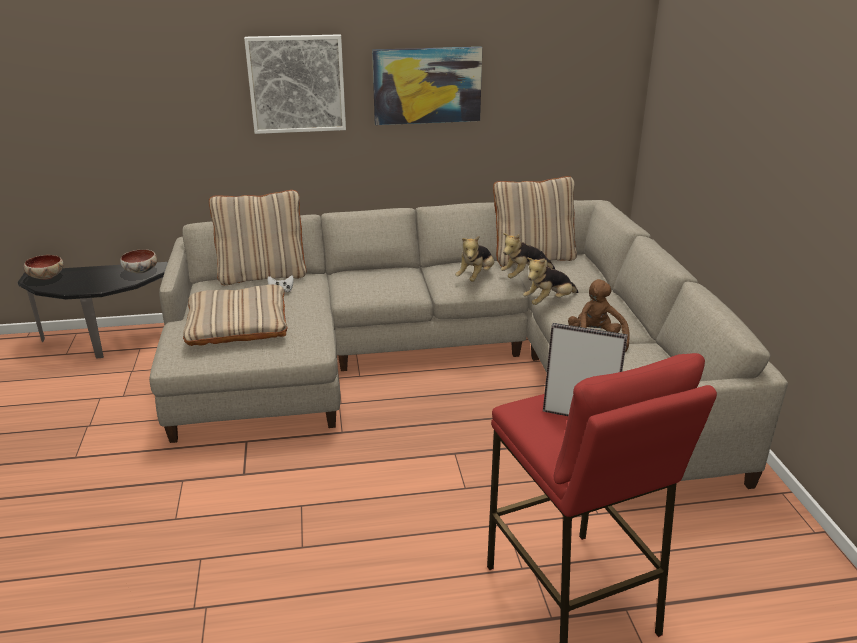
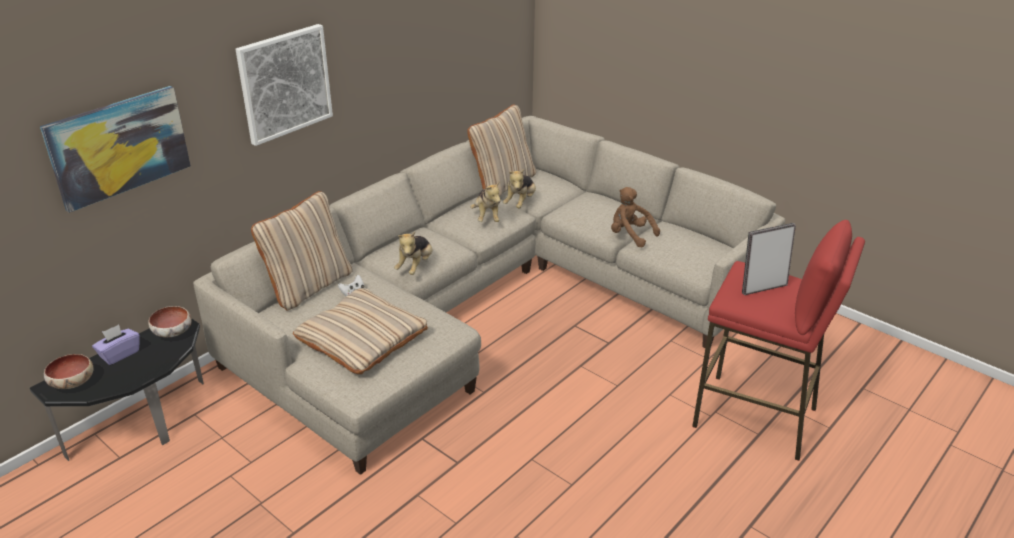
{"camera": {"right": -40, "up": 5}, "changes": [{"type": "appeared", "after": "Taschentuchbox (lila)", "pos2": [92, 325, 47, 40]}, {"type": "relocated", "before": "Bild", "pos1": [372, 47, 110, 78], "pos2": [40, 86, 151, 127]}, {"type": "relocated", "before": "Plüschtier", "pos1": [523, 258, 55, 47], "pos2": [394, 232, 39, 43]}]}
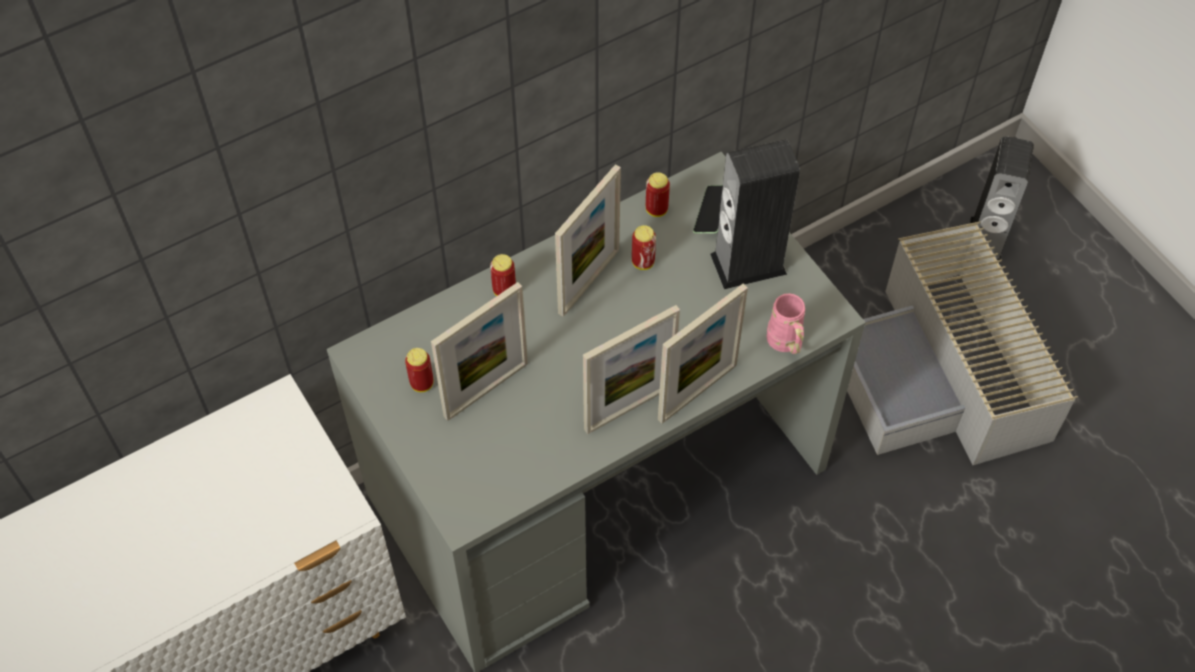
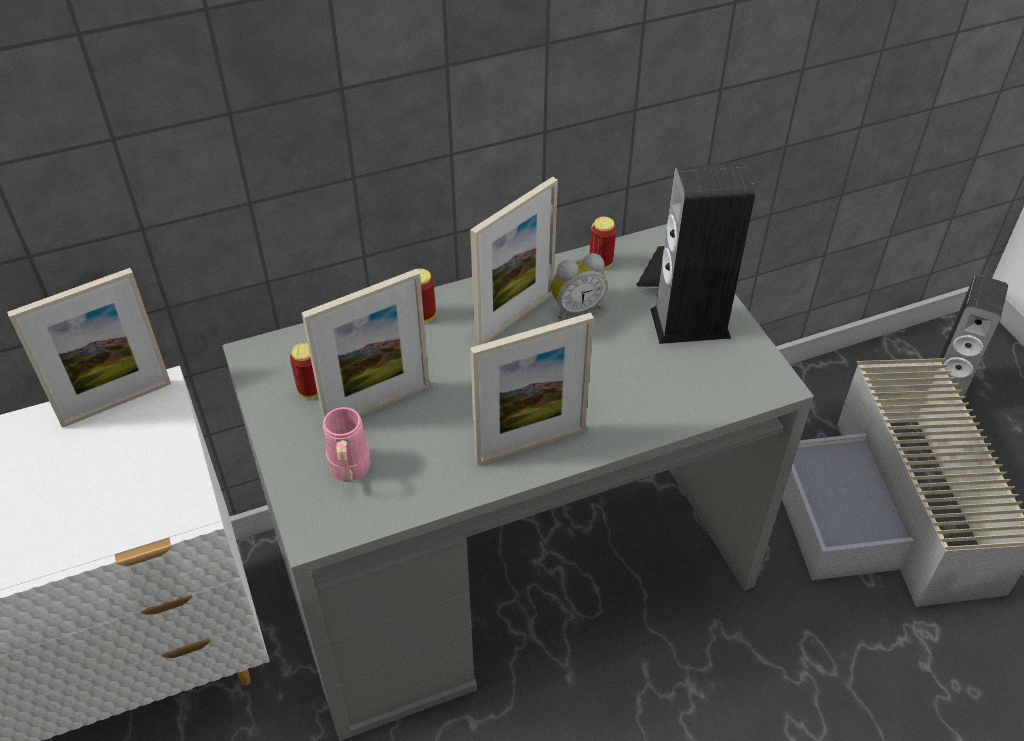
{"camera": {"right": 10, "up": -10}, "changes": [{"type": "relocated", "before": "Bilderrahmen", "pos1": [658, 284, 90, 139], "pos2": [7, 268, 164, 160]}, {"type": "relocated", "before": "Henkelbecher (rosa)", "pos1": [766, 293, 39, 61], "pos2": [323, 407, 48, 75]}, {"type": "exchanged", "before": "Dose", "after": "Wecker", "pos1": [632, 225, 24, 45], "pos2": [551, 253, 57, 66]}]}
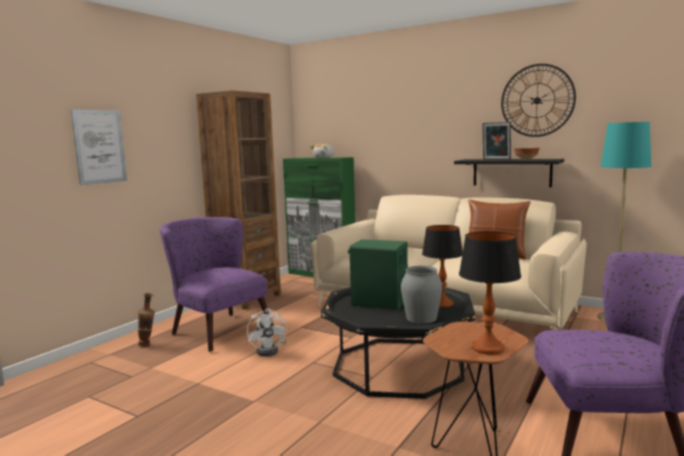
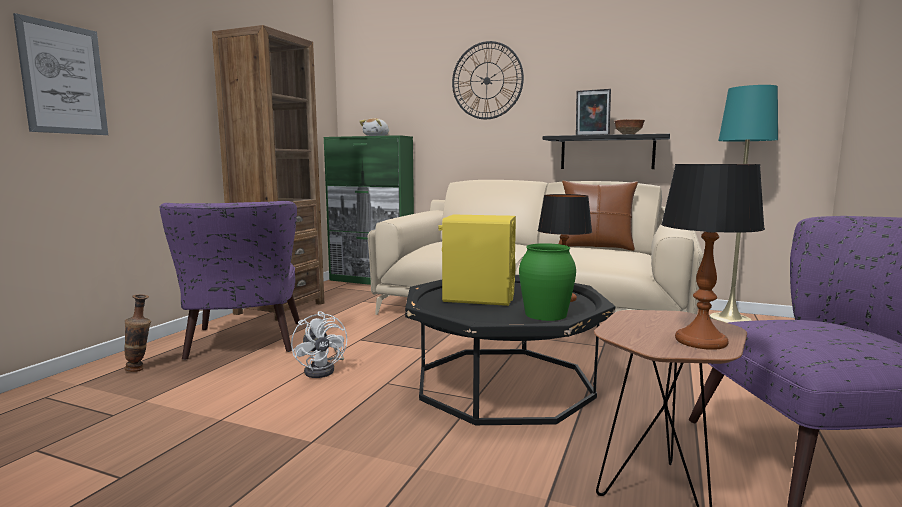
{"camera": {"right": -10, "up": 0}, "changes": [{"type": "relocated", "before": "Wanduhr", "pos1": [501, 64, 75, 73], "pos2": [452, 41, 72, 78]}, {"type": "colour", "before": "Lautsprecher (grün)", "after": "Lautsprecher (gelb)", "pos1": [348, 239, 60, 71], "pos2": [438, 215, 78, 91]}, {"type": "colour", "before": "Vase (grau)", "after": "Vase (grün)", "pos1": [401, 266, 41, 58], "pos2": [519, 243, 57, 78]}, {"type": "spun", "before": "Sessel (lila)", "pos1": [160, 217, 114, 135], "pos2": [160, 201, 140, 159], "turn": -135}]}
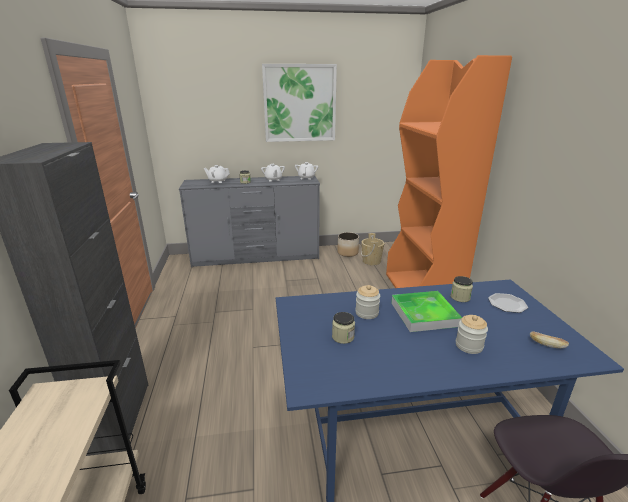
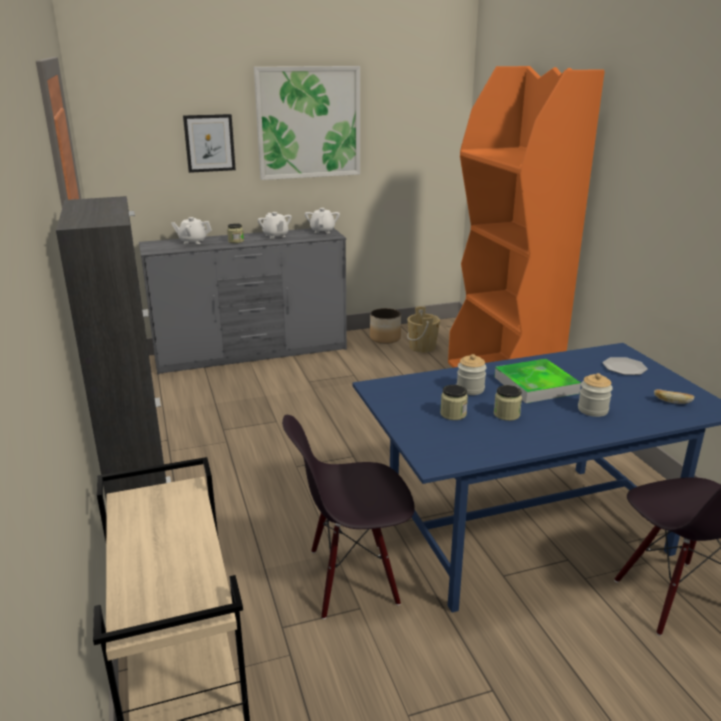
{"camera": {"right": -10, "up": 0}, "changes": [{"type": "appeared", "after": "Bild", "pos2": [183, 114, 53, 59]}, {"type": "appeared", "after": "Stuhl (schwarz)", "pos2": [282, 415, 133, 204]}, {"type": "relocated", "before": "Vorratsglas", "pos1": [451, 276, 22, 26], "pos2": [494, 385, 28, 36]}]}
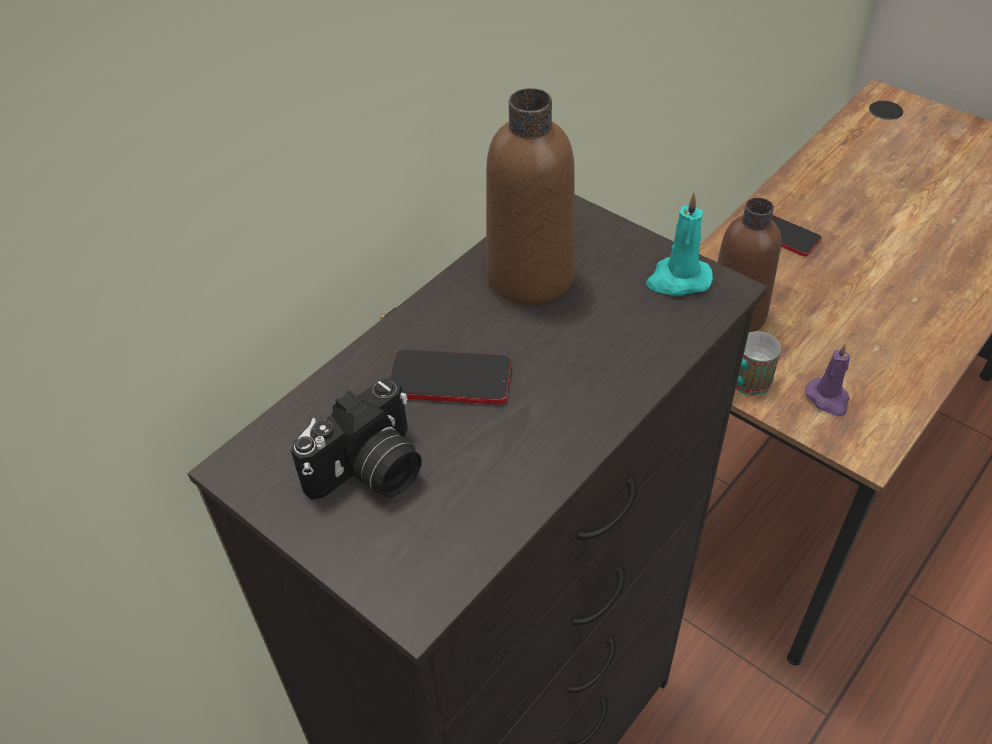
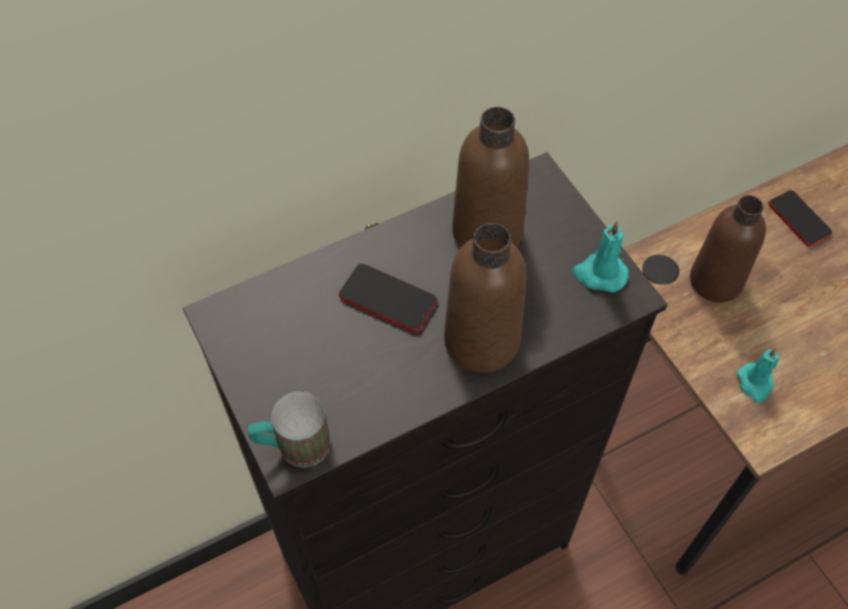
{"camera": {"right": 20, "up": 10}, "changes": [{"type": "missing", "before": "Kamera", "pos1": [291, 378, 131, 122]}, {"type": "appeared", "after": "Flasche (braun)", "pos2": [444, 223, 83, 150]}, {"type": "relocated", "before": "Henkelbecher", "pos1": [736, 331, 45, 65], "pos2": [247, 392, 84, 75]}, {"type": "colour", "before": "Kerze (lila)", "after": "Kerze (türkis)", "pos1": [805, 343, 45, 73], "pos2": [737, 348, 42, 55]}]}
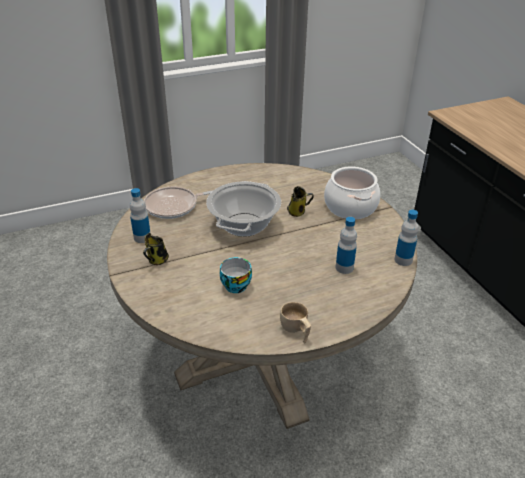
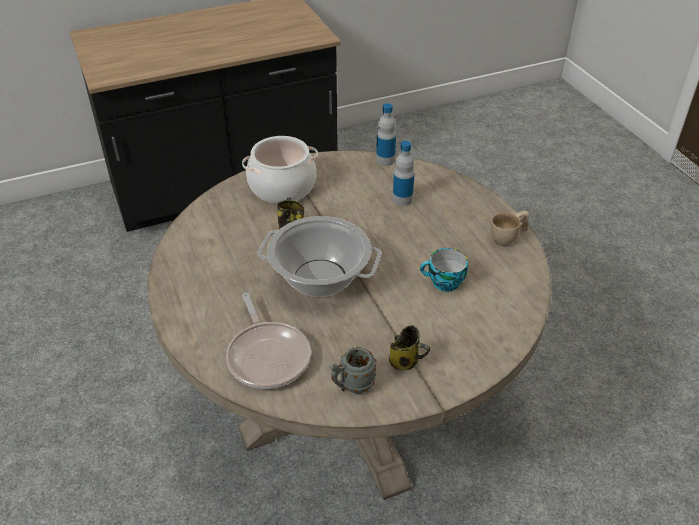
{"camera": {"right": -90, "up": 5}, "changes": [{"type": "exchanged", "before": "Flasche", "after": "Henkelbecher (grau)", "pos1": [130, 188, 20, 55], "pos2": [330, 347, 47, 47]}]}
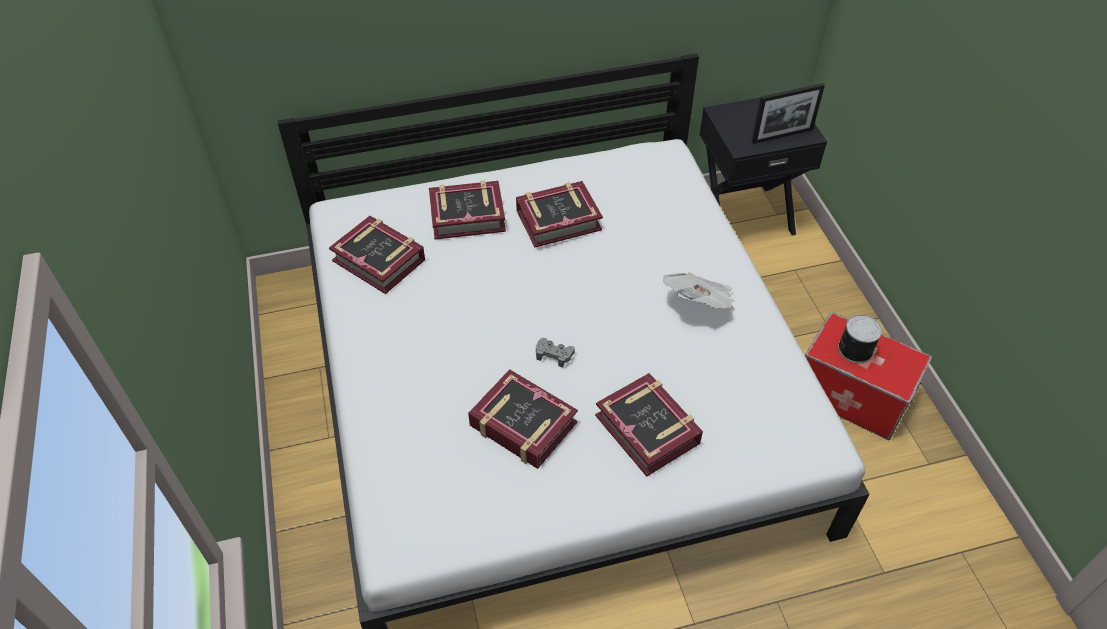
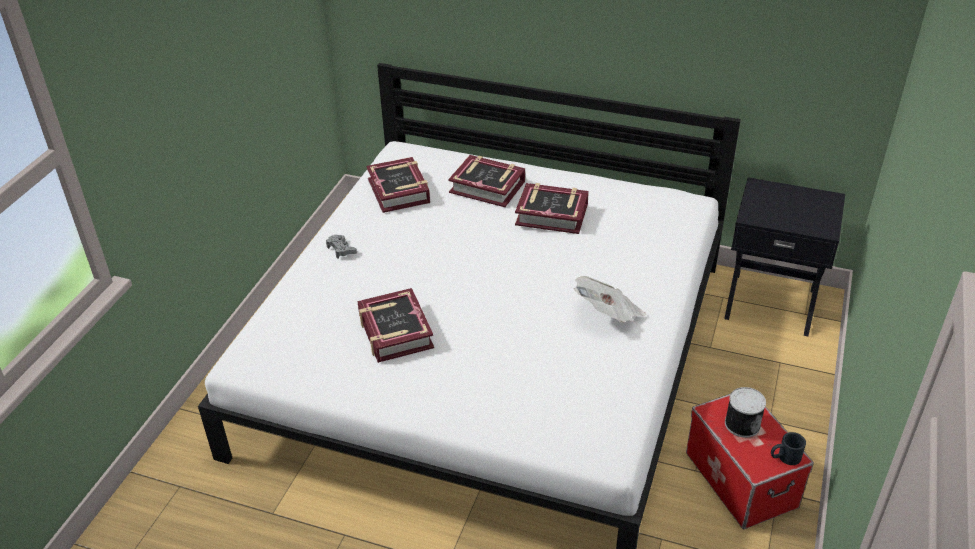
{"camera": {"right": 35, "up": -10}, "changes": [{"type": "missing", "before": "Buch", "pos1": [595, 373, 108, 104]}, {"type": "missing", "before": "Bilderrahmen", "pos1": [752, 83, 73, 61]}, {"type": "appeared", "after": "Henkelbecher (schwarz)", "pos2": [771, 432, 35, 33]}, {"type": "relocated", "before": "Gamepad (grau)", "pos1": [536, 338, 39, 30], "pos2": [326, 235, 31, 24]}]}
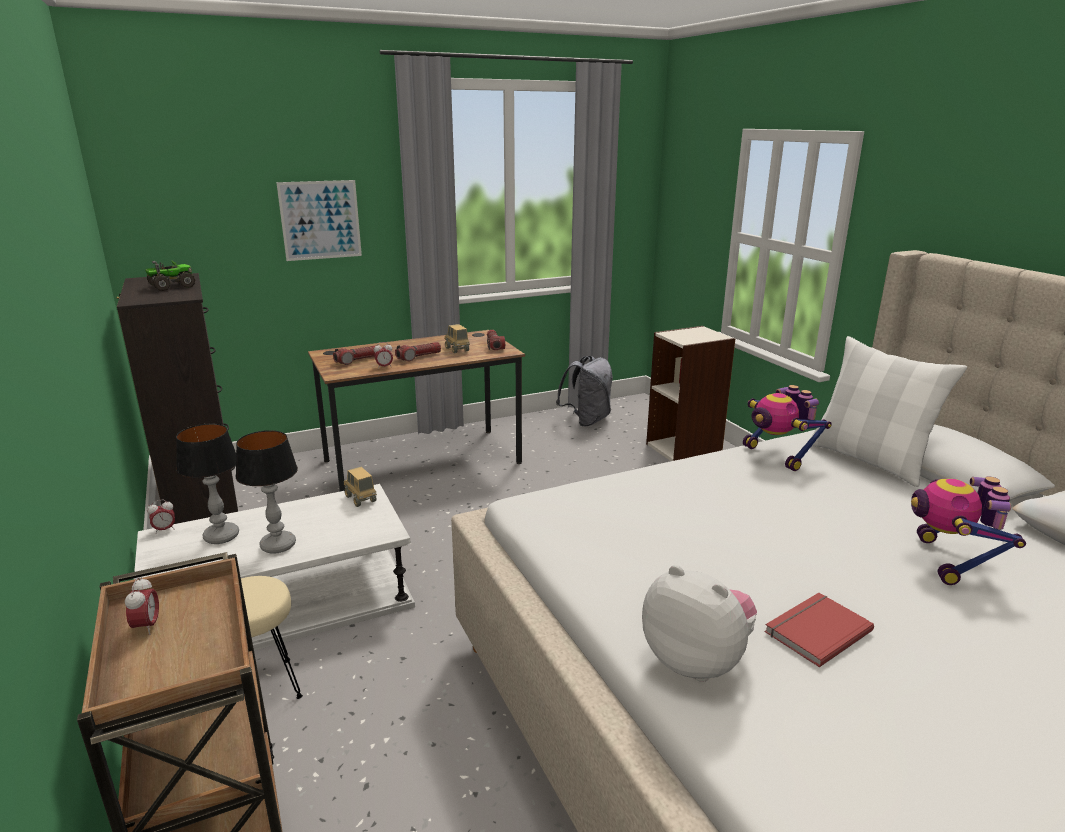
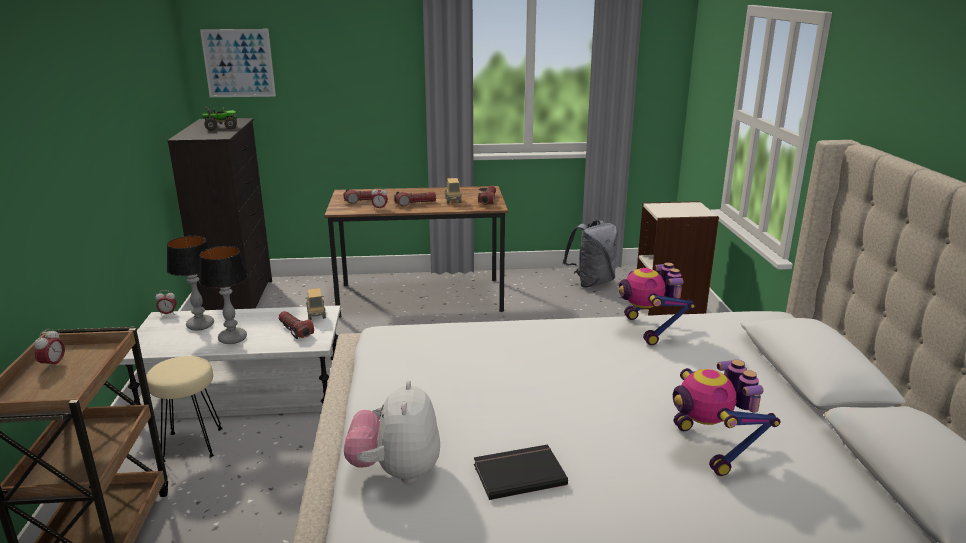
{"camera": {"right": 20, "up": 0}, "changes": [{"type": "missing", "before": "Kissen (weiß)", "pos1": [809, 336, 158, 151]}, {"type": "appeared", "after": "Taschenlampe", "pos2": [278, 311, 36, 28]}, {"type": "relocated", "before": "Bild", "pos1": [276, 180, 86, 81], "pos2": [200, 29, 76, 68]}, {"type": "colour", "before": "Buch (rot)", "after": "Buch (schwarz)", "pos1": [765, 593, 109, 74], "pos2": [474, 444, 94, 56]}, {"type": "spun", "before": "Plüschtier", "pos1": [642, 565, 115, 116], "pos2": [344, 380, 96, 103], "turn": -150}, {"type": "spun", "before": "Spielzeugroboter", "pos1": [911, 476, 115, 109], "pos2": [673, 360, 108, 116], "turn": -45}]}
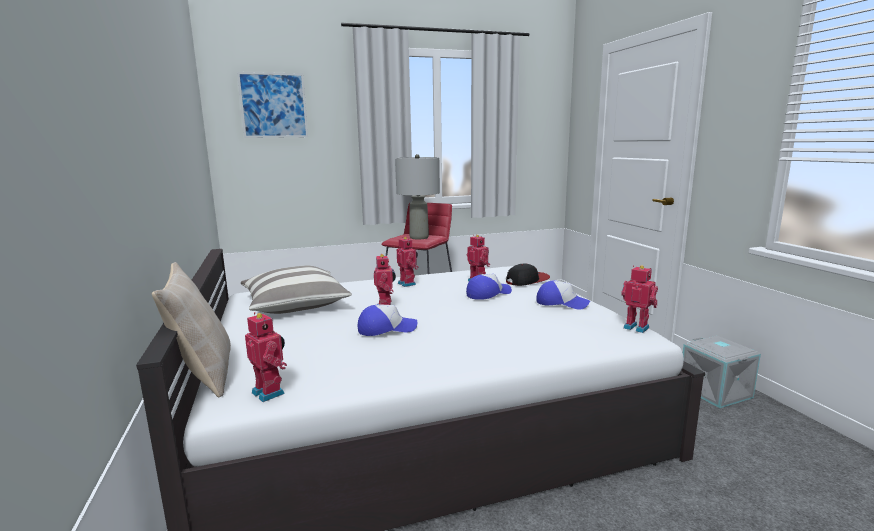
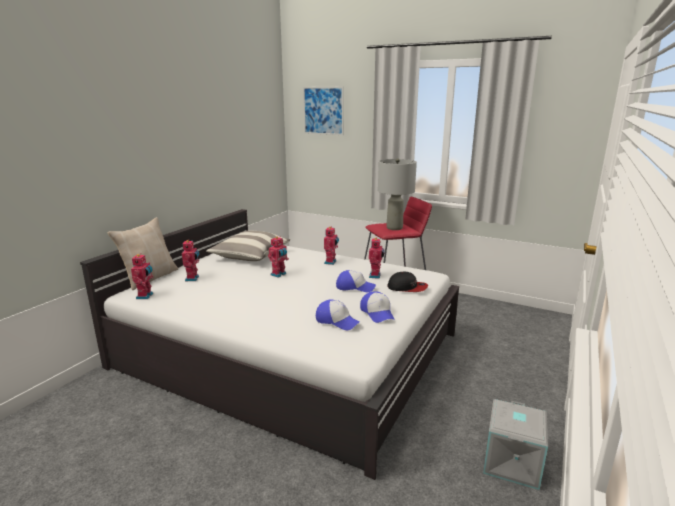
{"camera": {"right": 45, "up": 5}, "changes": [{"type": "relocated", "before": "Kappe", "pos1": [357, 304, 60, 32], "pos2": [316, 300, 44, 30]}, {"type": "relocated", "before": "Spielzeugroboter", "pos1": [621, 265, 37, 68], "pos2": [182, 240, 17, 41]}]}
